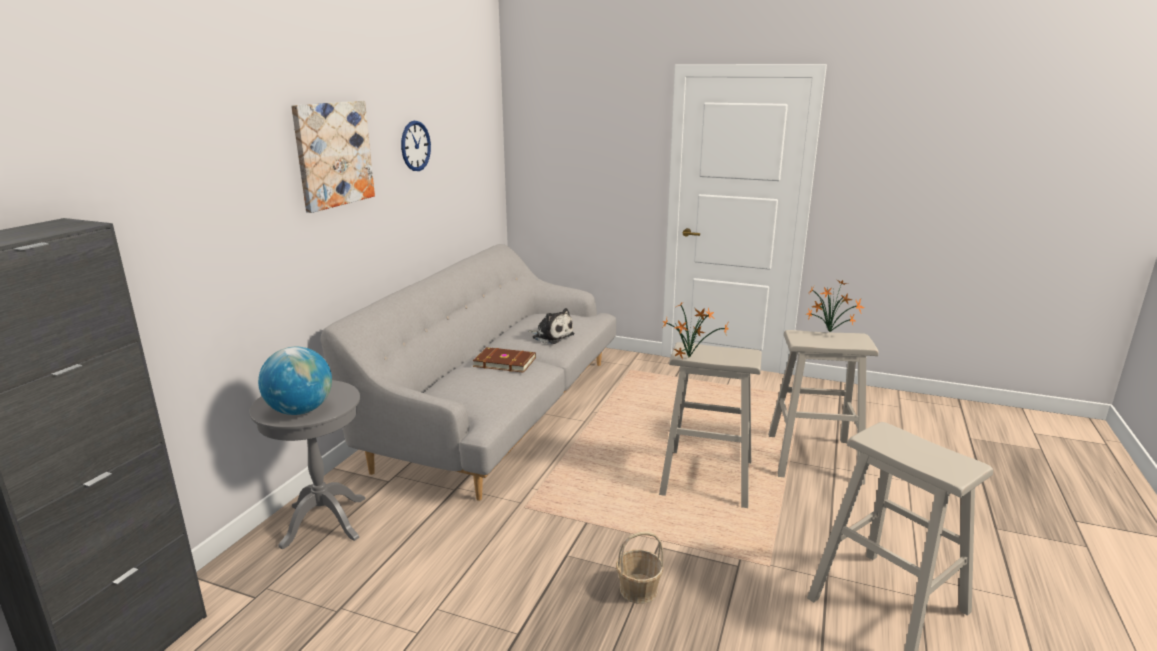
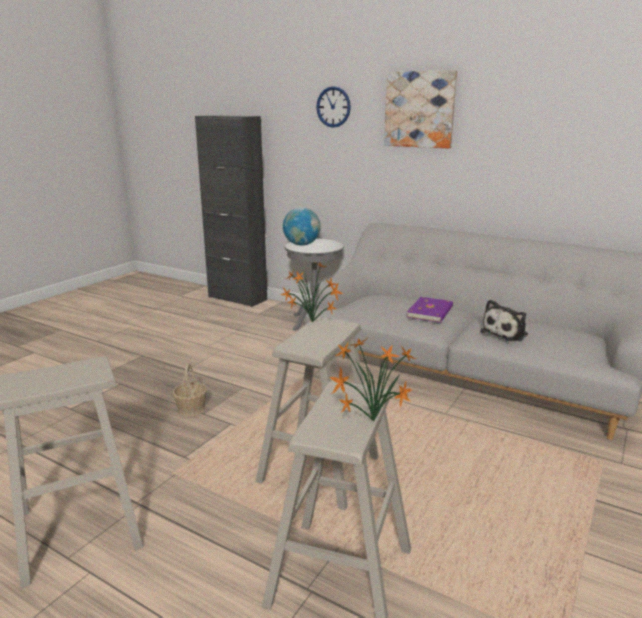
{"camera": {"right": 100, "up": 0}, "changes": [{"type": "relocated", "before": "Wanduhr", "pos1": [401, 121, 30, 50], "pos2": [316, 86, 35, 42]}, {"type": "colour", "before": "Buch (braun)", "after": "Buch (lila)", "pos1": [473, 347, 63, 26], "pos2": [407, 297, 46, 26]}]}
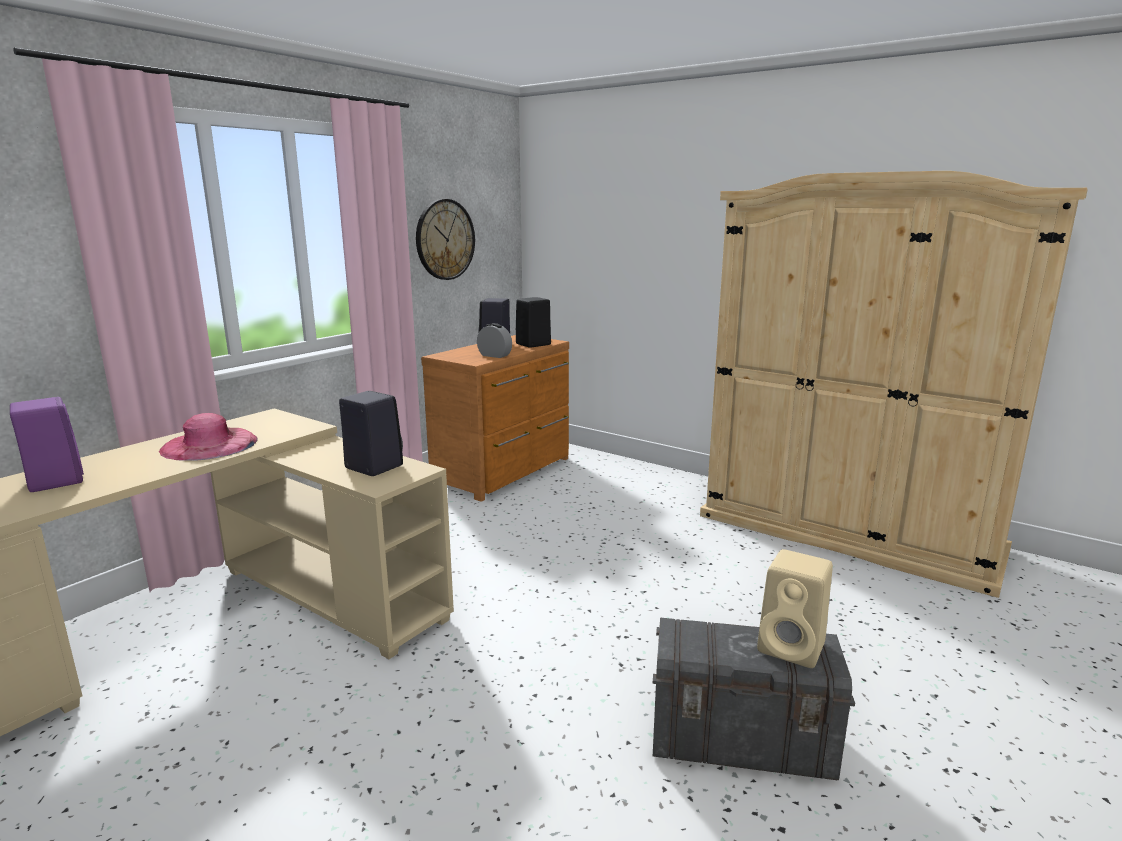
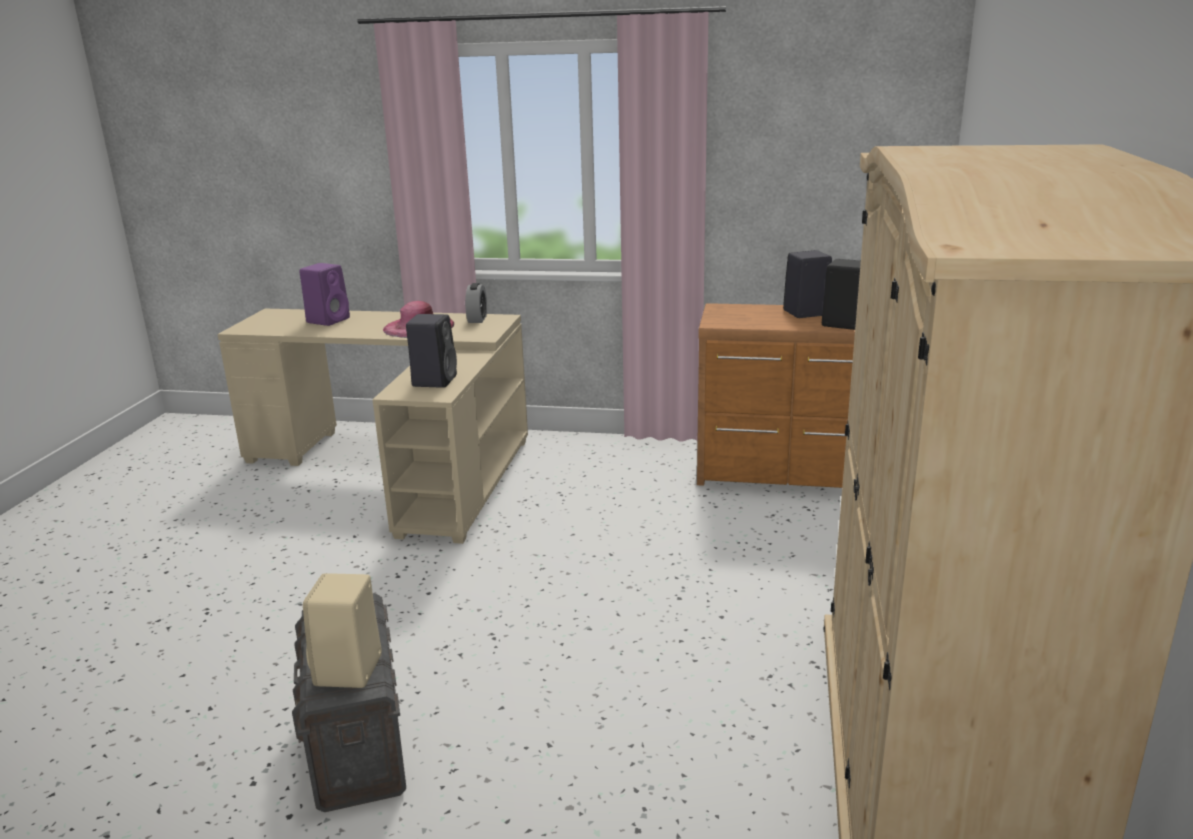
{"camera": {"right": 65, "up": 5}, "changes": [{"type": "missing", "before": "Wanduhr", "pos1": [416, 199, 59, 81]}, {"type": "relocated", "before": "Wecker", "pos1": [477, 323, 35, 35], "pos2": [465, 283, 22, 40]}]}
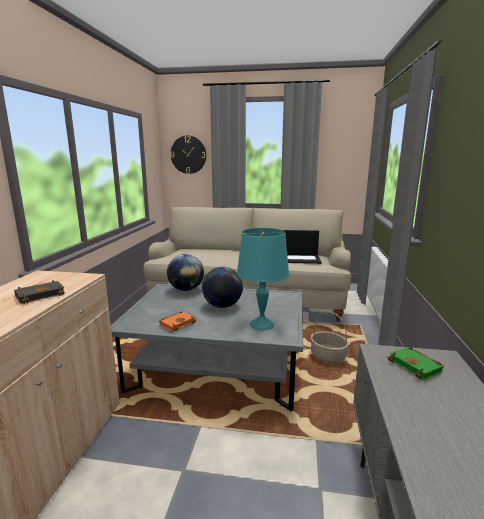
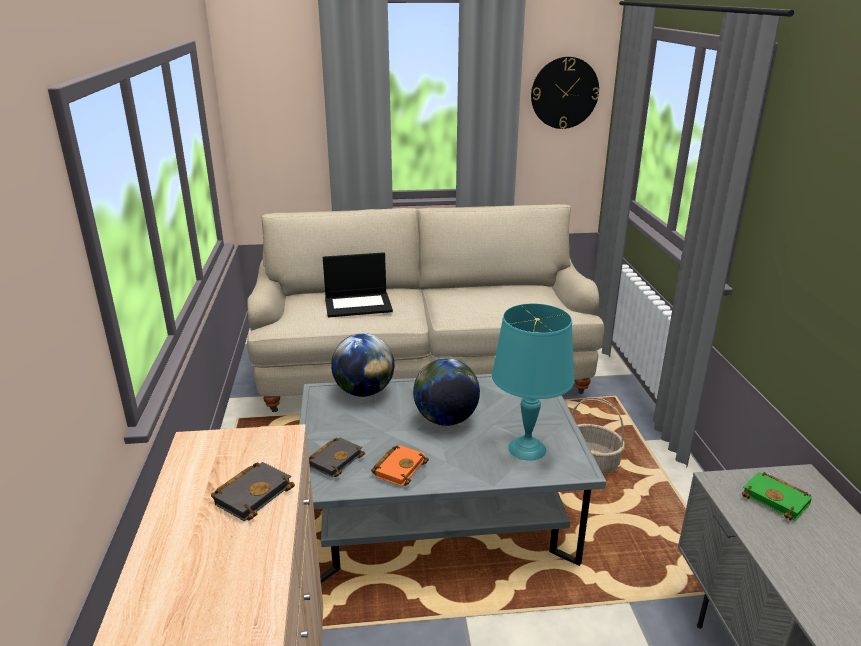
{"camera": {"right": -15, "up": 10}, "changes": [{"type": "appeared", "after": "Buch (schwarz)", "pos2": [309, 438, 56, 40]}, {"type": "relocated", "before": "Wanduhr", "pos1": [170, 136, 36, 38], "pos2": [531, 57, 68, 72]}, {"type": "relocated", "before": "Laptop", "pos1": [283, 230, 39, 34], "pos2": [323, 252, 70, 65]}]}
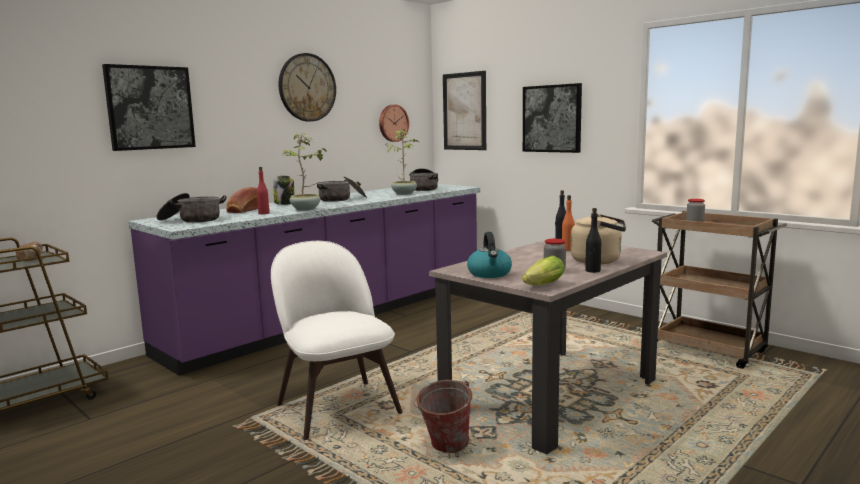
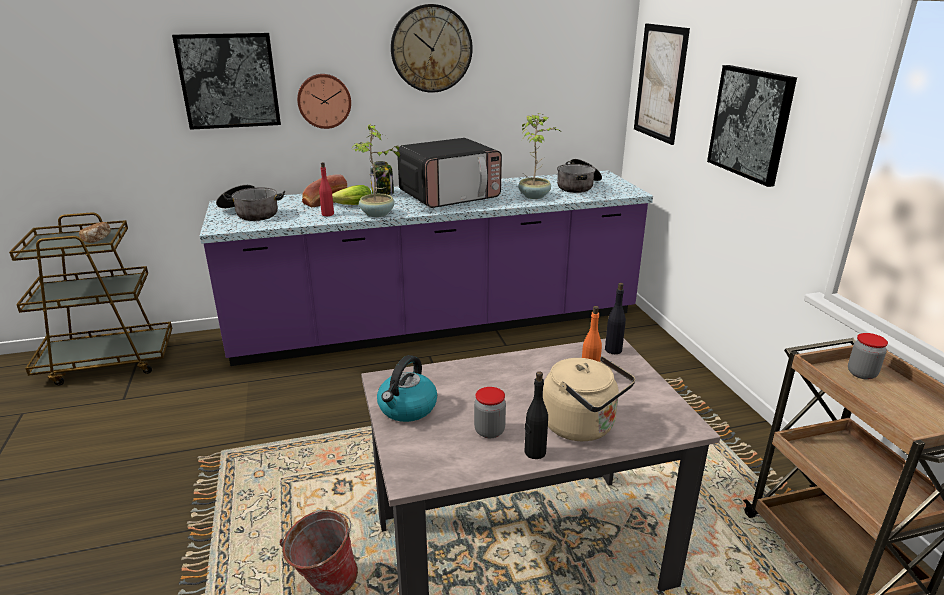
{"camera": {"right": 30, "up": 15}, "changes": [{"type": "missing", "before": "Stuhl (weiß)", "pos1": [271, 241, 132, 199]}, {"type": "relocated", "before": "Wanduhr", "pos1": [379, 105, 30, 37], "pos2": [297, 74, 54, 55]}, {"type": "relocated", "before": "Salatkopf", "pos1": [522, 255, 43, 30], "pos2": [332, 185, 39, 20]}, {"type": "exchanged", "before": "Kochtopf", "after": "Mikrowelle", "pos1": [317, 176, 50, 26], "pos2": [397, 138, 105, 70]}]}
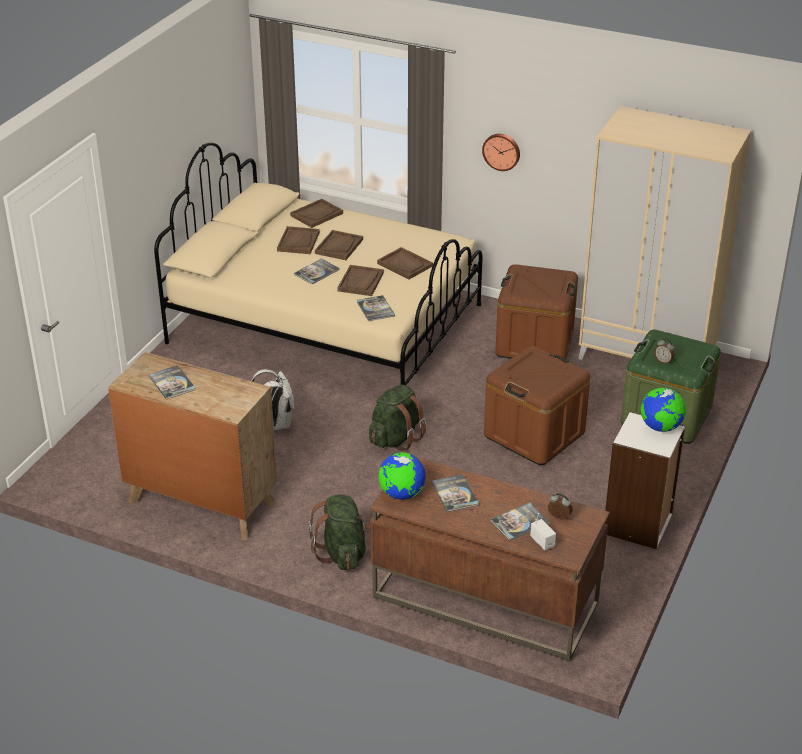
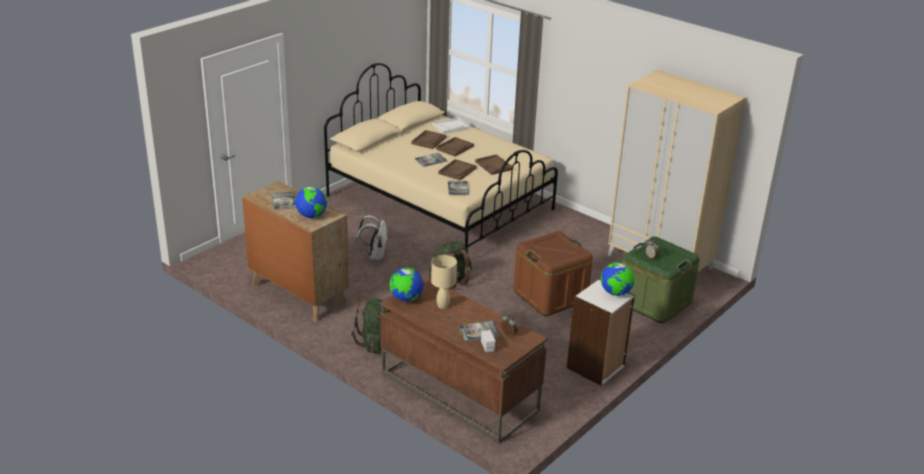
{"camera": {"right": 15, "up": -5}, "changes": [{"type": "missing", "before": "Wanduhr", "pos1": [482, 134, 38, 37]}, {"type": "missing", "before": "Aufbewahrungsbox (braun)", "pos1": [495, 264, 83, 98]}, {"type": "appeared", "after": "Globus", "pos2": [295, 187, 32, 31]}, {"type": "exchanged", "before": "Buch", "after": "Tischlampe (beige)", "pos1": [431, 474, 48, 38], "pos2": [431, 255, 26, 54]}, {"type": "colour", "before": "Tablett (braun)", "after": "Tablett (weiß)", "pos1": [290, 199, 53, 29], "pos2": [432, 118, 37, 16]}]}
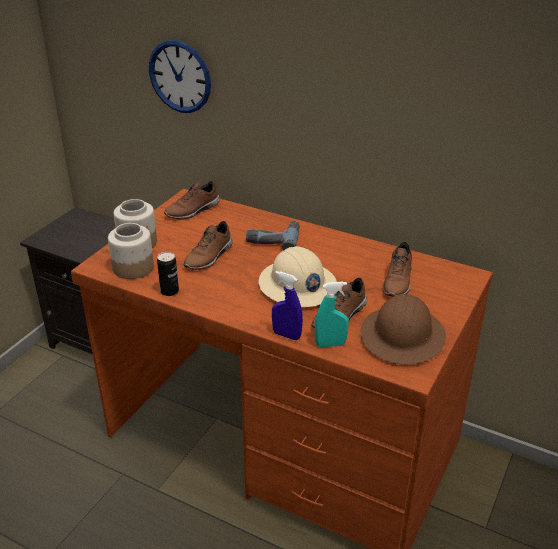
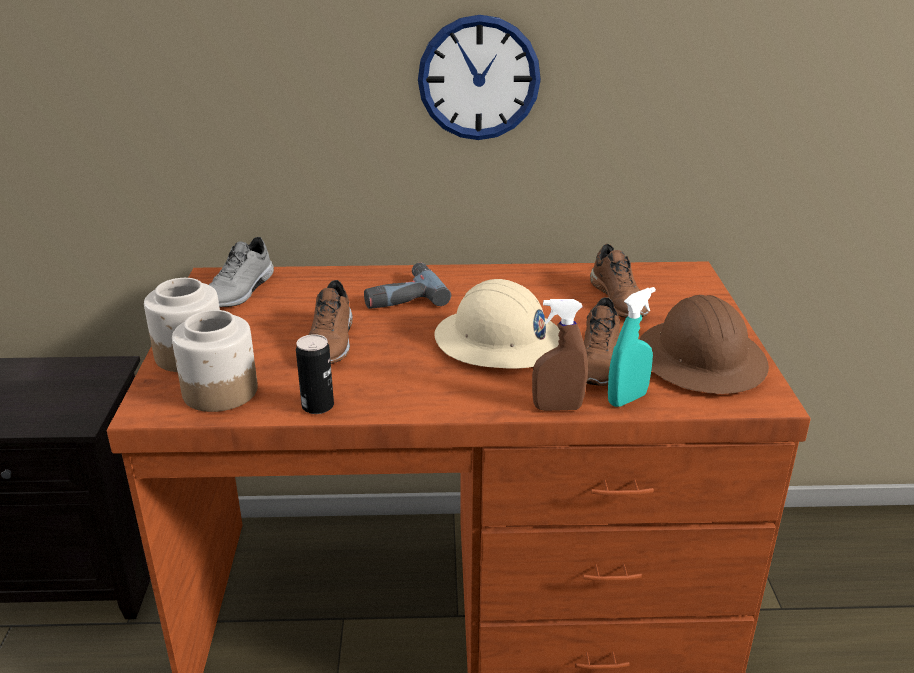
{"camera": {"right": -30, "up": -5}, "changes": [{"type": "relocated", "before": "Wanduhr", "pos1": [149, 40, 62, 73], "pos2": [418, 15, 123, 125]}, {"type": "colour", "before": "Schuh (braun)", "after": "Schuh (grau)", "pos1": [164, 181, 56, 38], "pos2": [209, 237, 65, 70]}, {"type": "colour", "before": "Sprühflasche (blau)", "after": "Sprühflasche (braun)", "pos1": [272, 271, 31, 69], "pos2": [532, 299, 56, 112]}]}
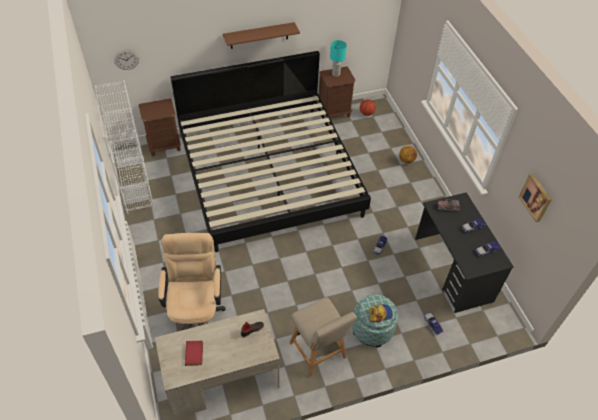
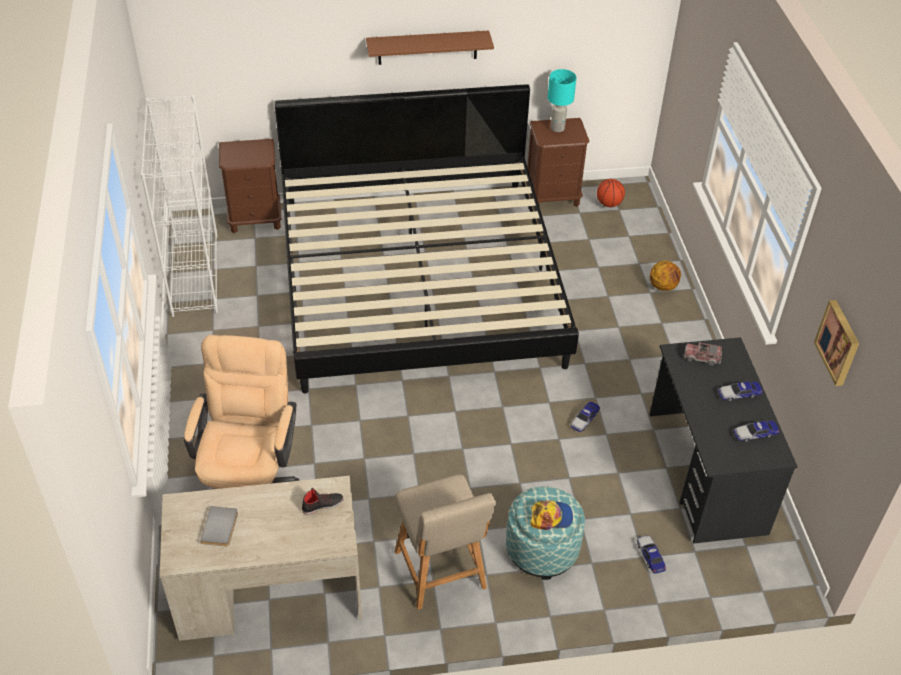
{"camera": {"right": 10, "up": -5}, "changes": [{"type": "missing", "before": "Wanduhr", "pos1": [114, 50, 25, 20]}, {"type": "colour", "before": "Buch (rot)", "after": "Buch (grau)", "pos1": [185, 340, 18, 26], "pos2": [200, 506, 38, 40]}]}
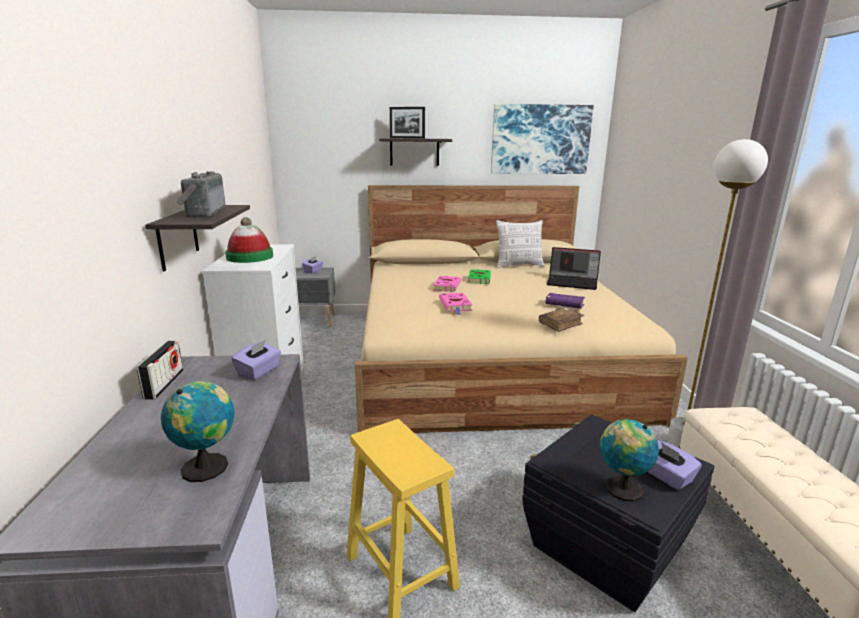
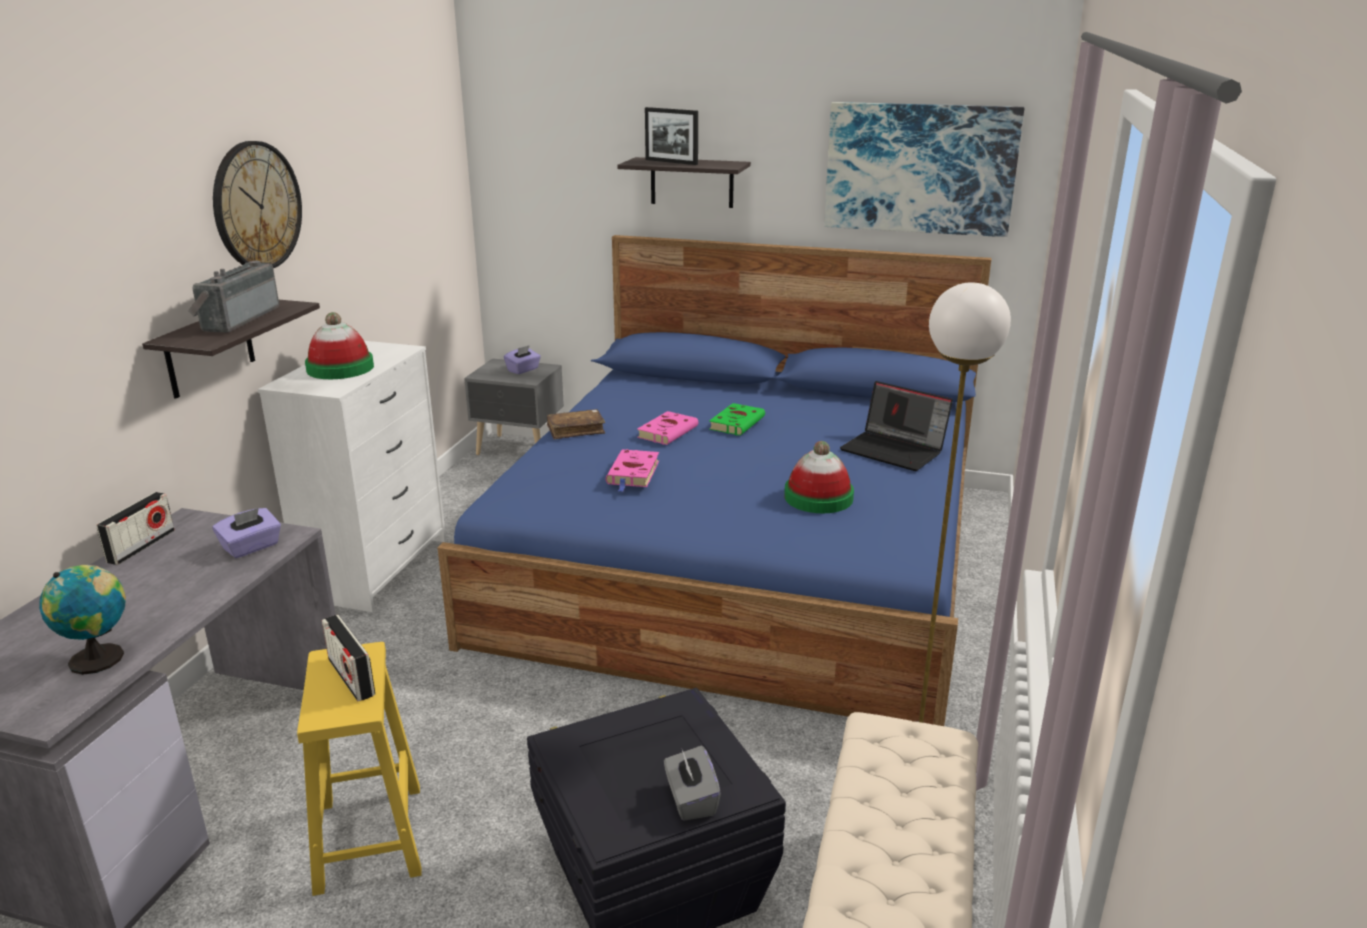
{"camera": {"right": 20, "up": 5}, "changes": [{"type": "missing", "before": "Kissen", "pos1": [496, 220, 49, 48]}, {"type": "missing", "before": "Globus", "pos1": [600, 419, 59, 83]}, {"type": "appeared", "after": "Wanduhr", "pos2": [213, 141, 89, 128]}, {"type": "appeared", "after": "Radio", "pos2": [322, 615, 53, 87]}, {"type": "relocated", "before": "Buch (braun)", "pos1": [539, 308, 45, 24], "pos2": [547, 409, 58, 30]}, {"type": "exchanged", "before": "Buch (lila)", "after": "Hut", "pos1": [545, 293, 40, 16], "pos2": [784, 441, 70, 72]}, {"type": "colour", "before": "Bett (beige)", "after": "Bett (blau)", "pos1": [355, 185, 333, 248], "pos2": [437, 235, 554, 491]}, {"type": "colour", "before": "Taschentuchbox (lila)", "after": "Taschentuchbox (grau)", "pos1": [647, 440, 54, 50], "pos2": [664, 746, 57, 75]}]}
